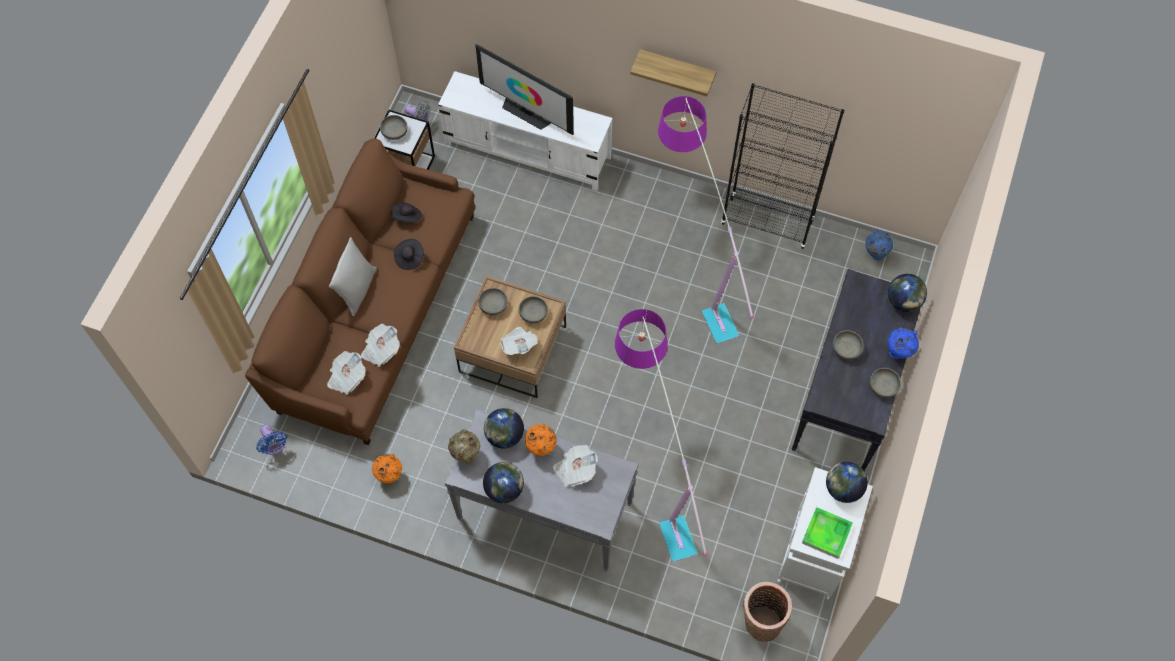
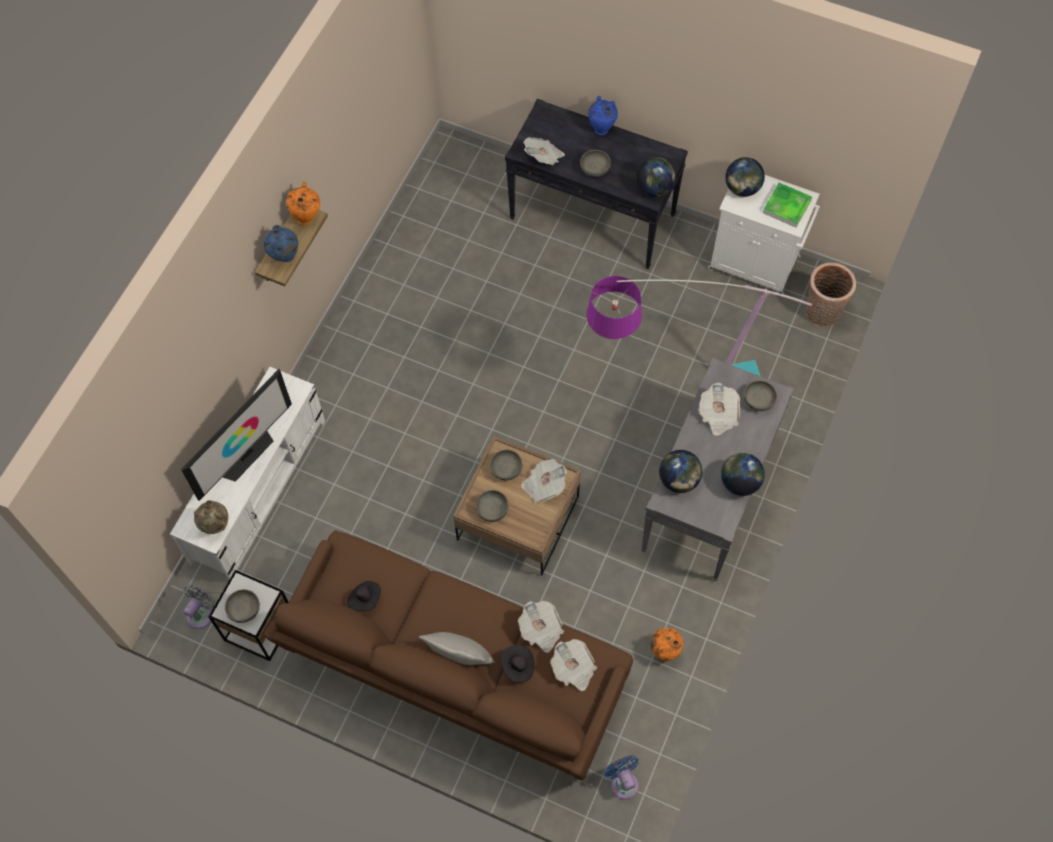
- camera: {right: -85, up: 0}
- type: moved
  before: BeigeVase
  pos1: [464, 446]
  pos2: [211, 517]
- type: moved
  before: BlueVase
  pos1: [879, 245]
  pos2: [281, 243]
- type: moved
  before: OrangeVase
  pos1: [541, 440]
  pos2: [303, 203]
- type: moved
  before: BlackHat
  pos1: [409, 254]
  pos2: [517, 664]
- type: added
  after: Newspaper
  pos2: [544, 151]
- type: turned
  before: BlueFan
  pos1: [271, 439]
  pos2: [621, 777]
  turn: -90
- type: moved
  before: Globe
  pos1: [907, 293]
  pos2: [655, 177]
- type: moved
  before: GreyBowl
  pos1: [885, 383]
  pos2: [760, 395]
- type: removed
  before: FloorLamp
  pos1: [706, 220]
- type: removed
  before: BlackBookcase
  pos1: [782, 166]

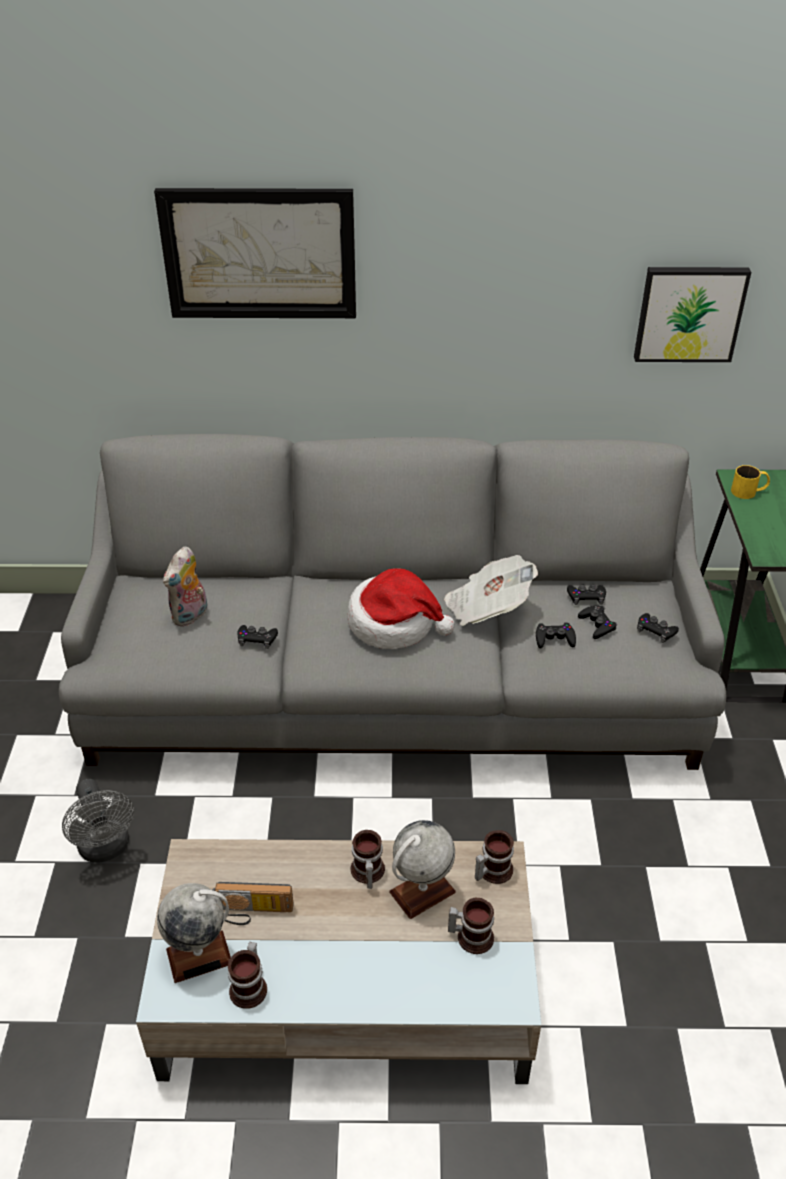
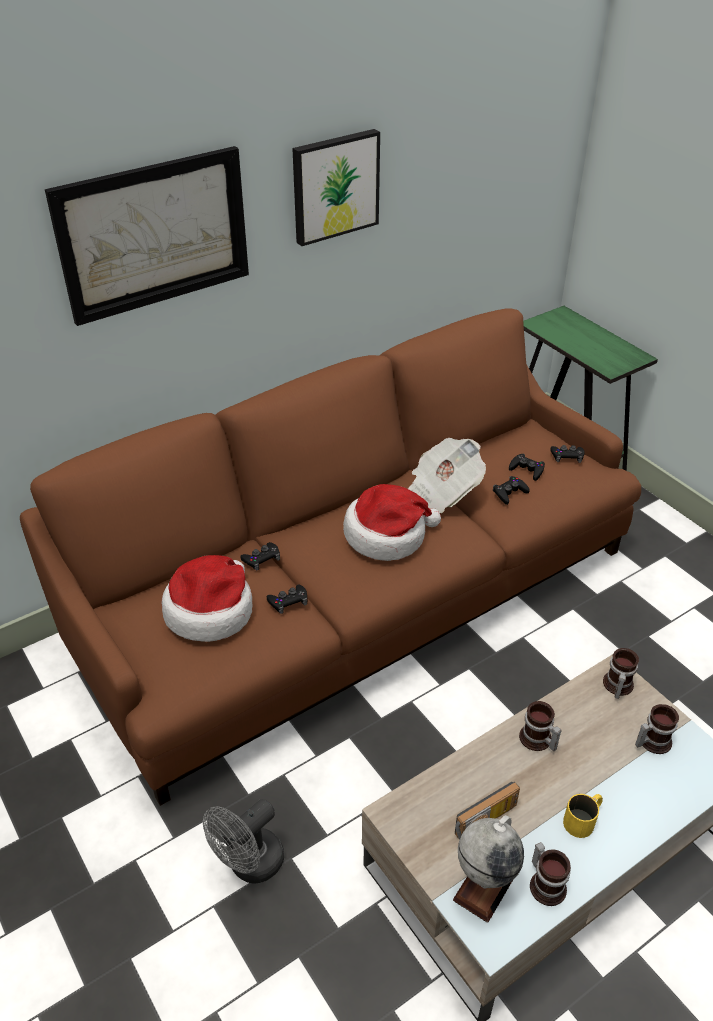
- camera: {right: -35, up: 0}
- type: recoloured
  before: GreySofa
  after: BrownSofa
  pos1: [392, 602]
  pos2: [330, 557]
- type: replaced
  before: PlushToy
  after: Hat
  pos1: [185, 586]
  pos2: [207, 598]
- type: turned
  before: GreyFan
  pos1: [98, 821]
  pos2: [243, 841]
  turn: 105
- type: moved
  before: BlackGameController
  pos1: [586, 594]
  pos2: [260, 556]
- type: moved
  before: Picture
  pos1: [692, 314]
  pos2: [336, 187]
- type: moved
  before: YellowMug
  pos1: [750, 482]
  pos2: [583, 816]
- type: removed
  before: Globe
  pos1: [422, 869]

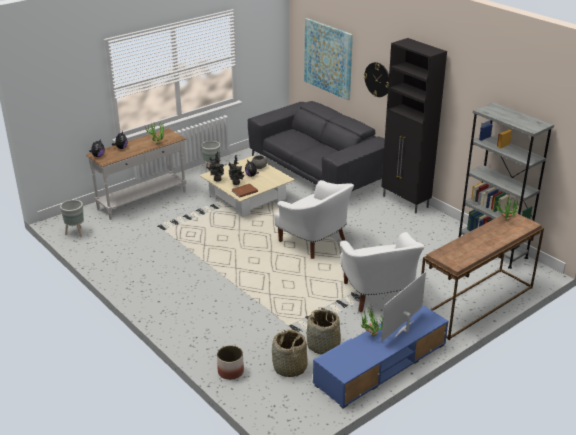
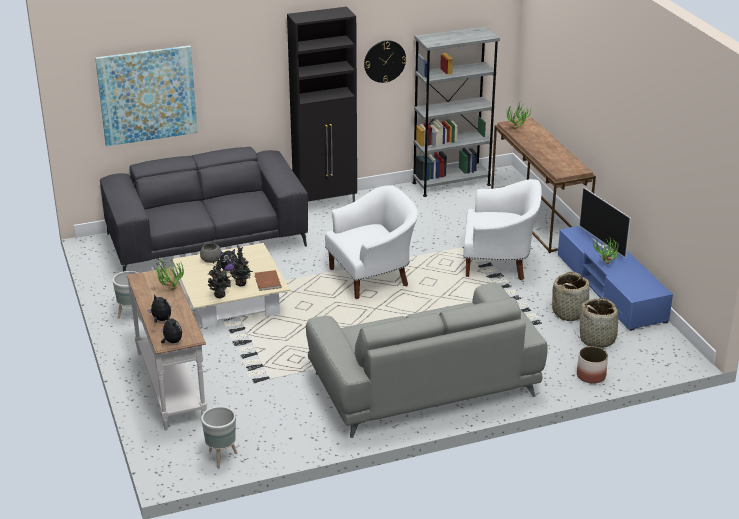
- camera: {right: -70, up: 0}
- type: added
  after: GreySofa
  pos2: [426, 360]
- type: moved
  before: WallClock
  pos1: [376, 79]
  pos2: [385, 61]

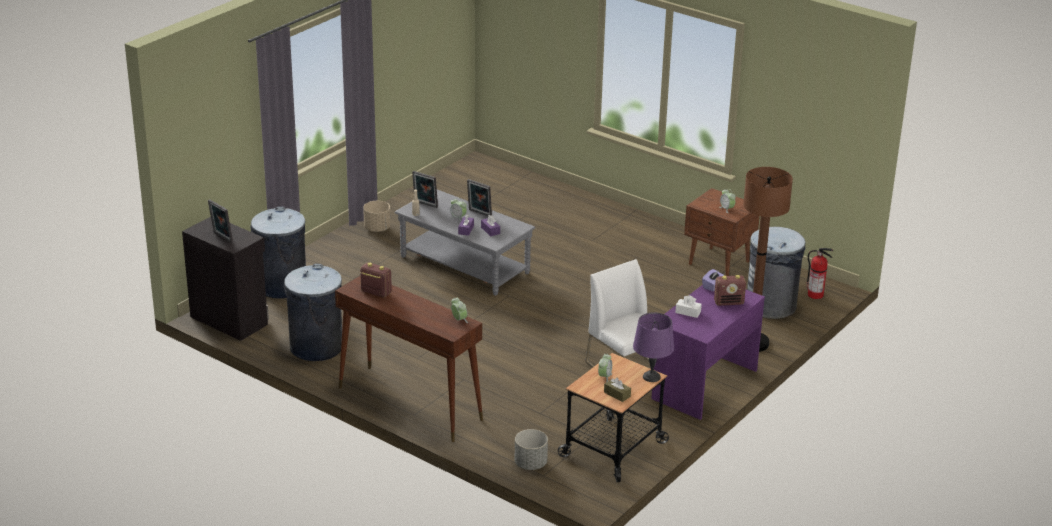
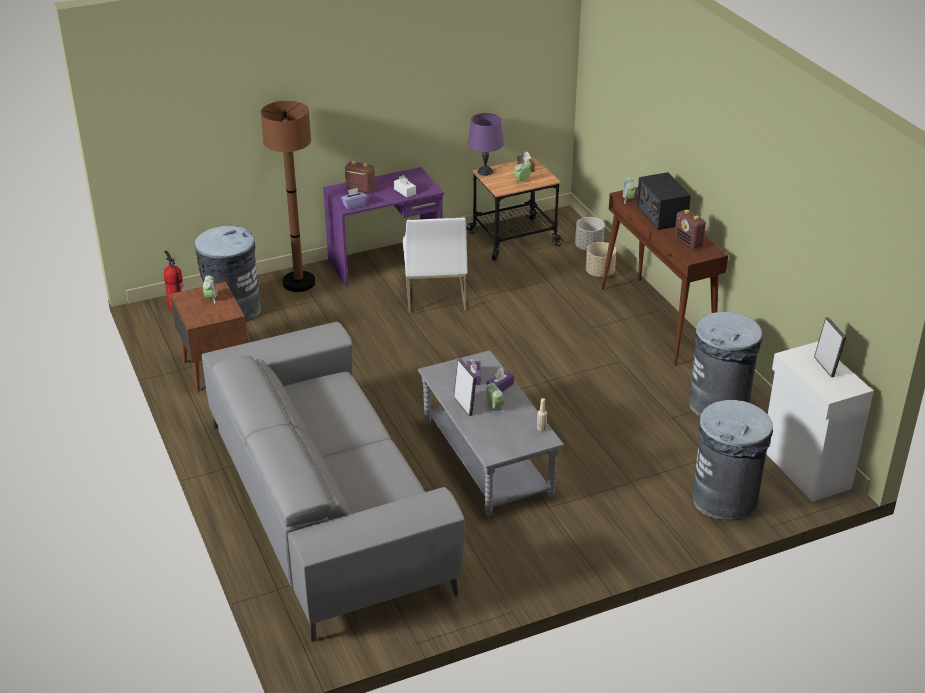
- camera: {right: -150, up: 5}
- type: added
  after: GreySofa
  pos2: [333, 482]
- type: moved
  before: BeigePlanter
  pos1: [377, 216]
  pos2: [601, 259]
- type: added
  after: Radio
  pos2: [664, 201]
- type: recoloured
  before: BlackCabinet
  after: WhiteCabinet
  pos1: [225, 279]
  pos2: [820, 421]
- type: removed
  before: PictureFrame
  pos1: [425, 189]

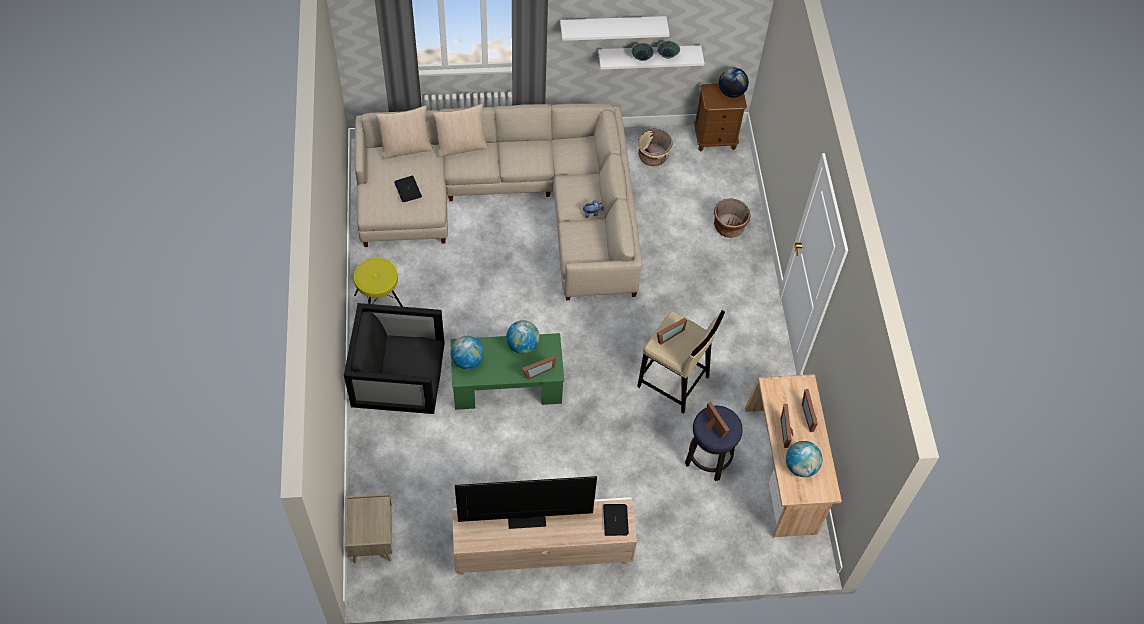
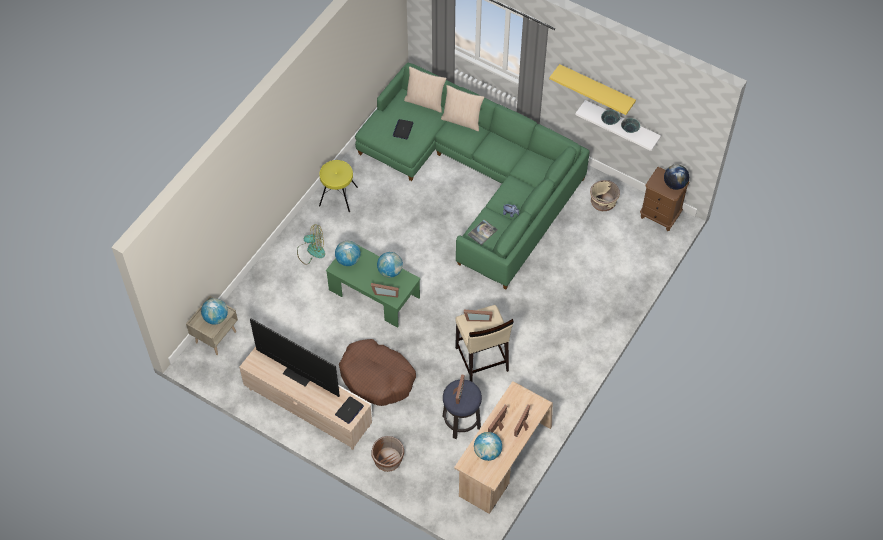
- camera: {right: 40, up: 0}
- type: added
  after: Globe
  pos2: [214, 311]
- type: replaced
  before: BlackArmchair
  after: Fan
  pos1: [394, 358]
  pos2: [311, 244]
- type: added
  after: BrownDogBed
  pos2: [377, 372]
- type: recoloured
  before: BeigeSofa
  after: GreenSofa
  pos1: [498, 202]
  pos2: [472, 175]
- type: moved
  before: BrownPlanter
  pos1: [732, 218]
  pos2: [387, 454]
- type: added
  after: Book
  pos2: [483, 232]
- type: recoloured
  before: WhiteShelf
  after: YellowShelf
  pos1: [615, 28]
  pos2: [592, 89]

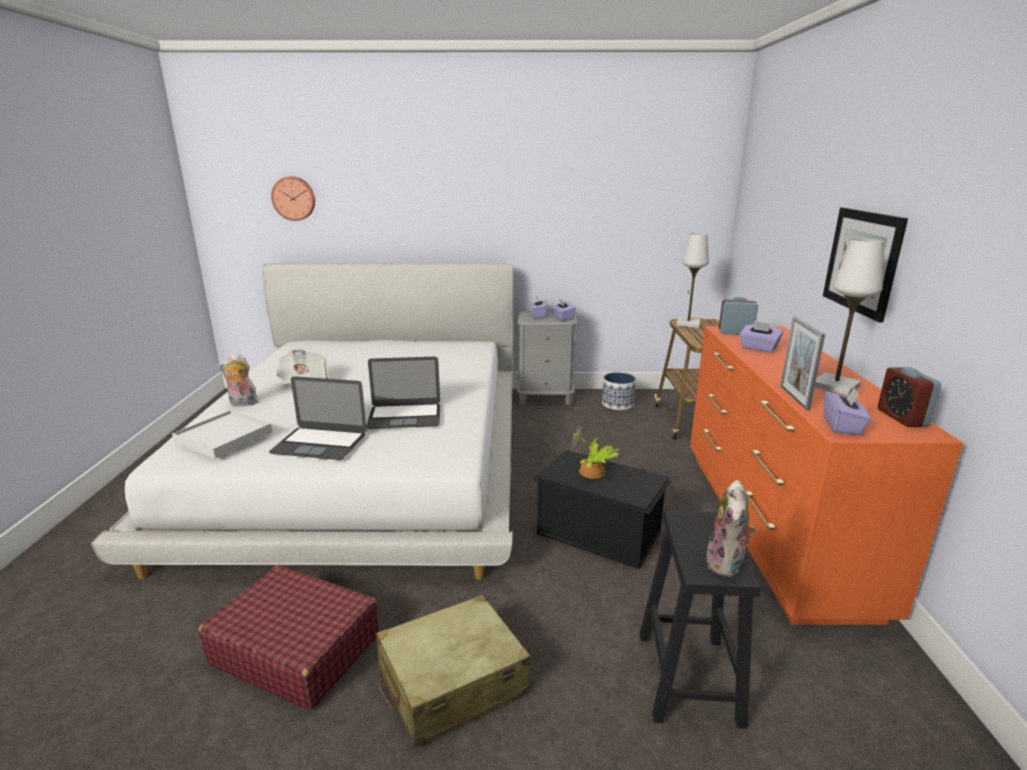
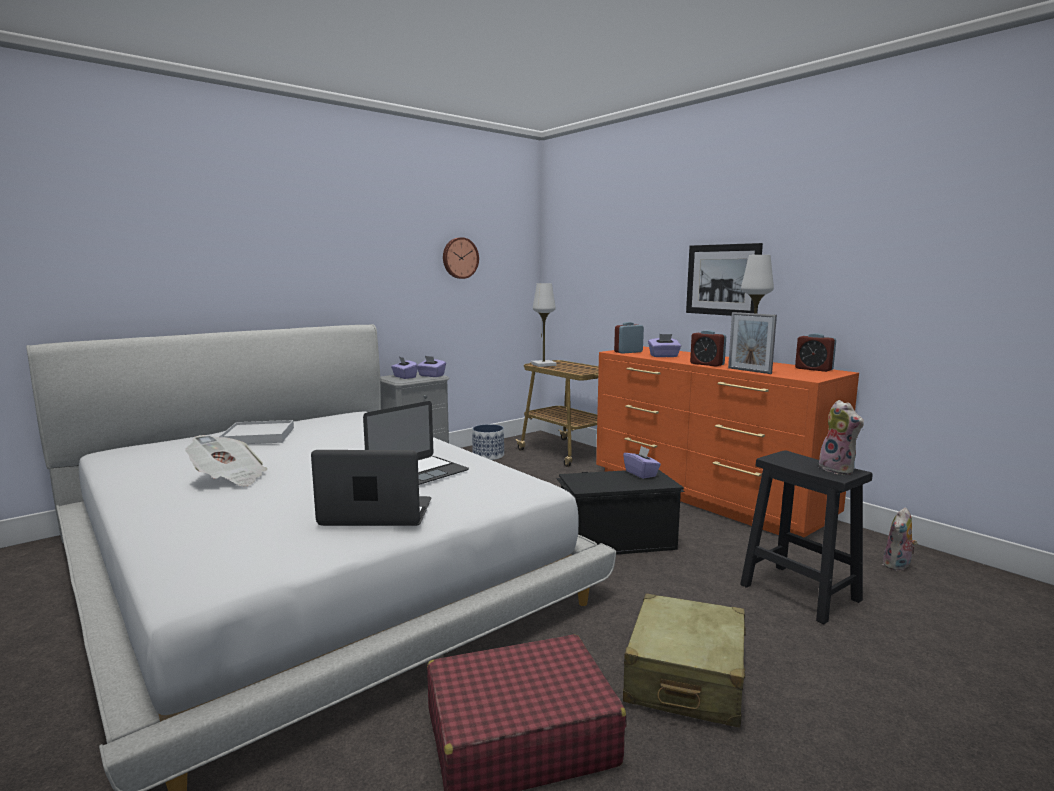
- camera: {right: -40, up: -10}
- type: moved
  before: WhiteTray
  pos1: [222, 434]
  pos2: [256, 432]
- type: turned
  before: Laptop
  pos1: [318, 418]
  pos2: [371, 488]
  turn: -150
- type: moved
  before: WallClock
  pos1: [293, 199]
  pos2: [461, 258]
- type: moved
  before: PurpleTissueBox
  pos1: [847, 411]
  pos2: [642, 462]
- type: added
  after: AlarmClock
  pos2: [708, 348]
- type: moved
  before: PlushToy
  pos1: [238, 379]
  pos2: [900, 539]
- type: removed
  before: PottedPlant
  pos1: [595, 451]

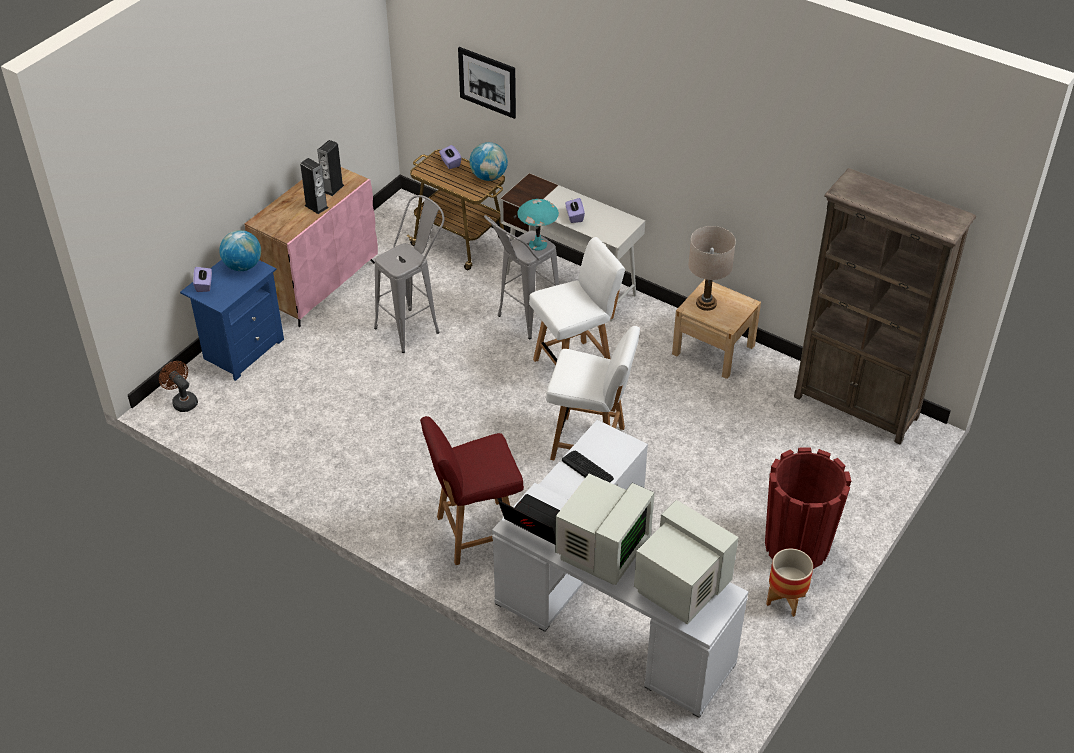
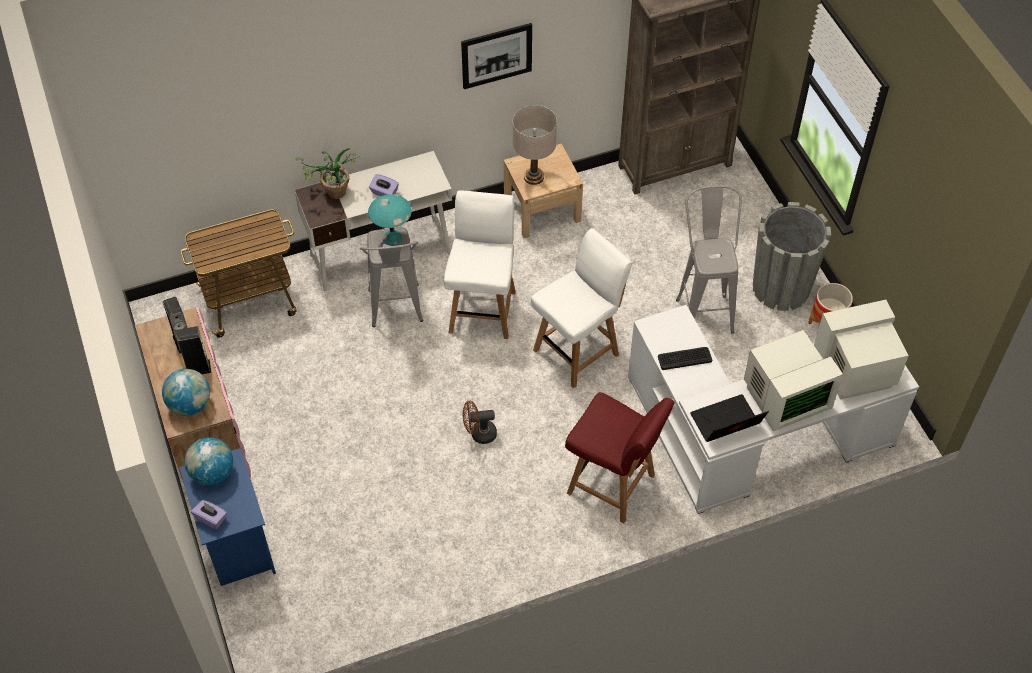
- camera: {right: -55, up: 10}
- type: moved
  before: Globe
  pos1: [488, 161]
  pos2: [186, 392]
- type: added
  after: PottedPlant
  pos2: [328, 173]
- type: moved
  before: Picture
  pos1: [487, 83]
  pos2: [496, 56]
- type: moved
  before: BrownFan
  pos1: [178, 386]
  pos2: [480, 422]
- type: turned
  before: RedChair
  pos1: [472, 490]
  pos2: [620, 457]
  turn: -75
- type: moved
  before: GreyStool
  pos1: [409, 274]
  pos2: [709, 259]
- type: turned
  before: Monitor
  pos1: [605, 529]
  pos2: [793, 380]
  turn: 90
- type: recoloured
  before: RedPlanter
  after: GreyPlanter
  pos1: [808, 508]
  pos2: [792, 256]
- type: removed
  before: PurpleTissueBox
  pos1: [450, 157]

